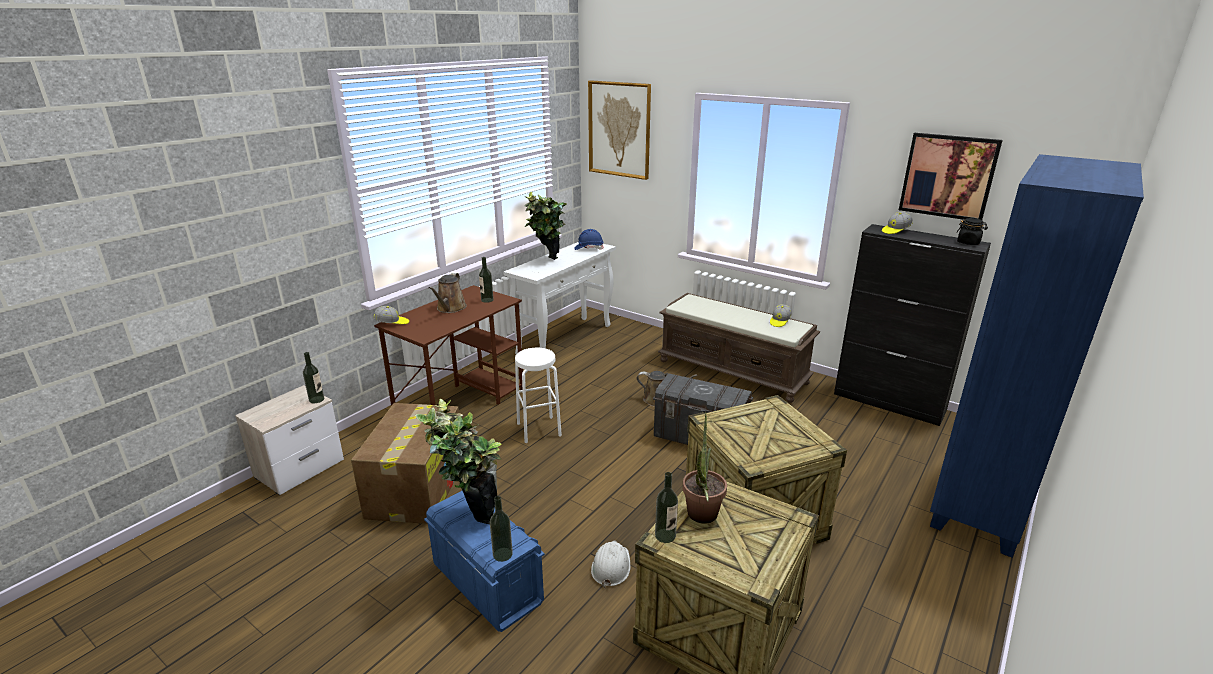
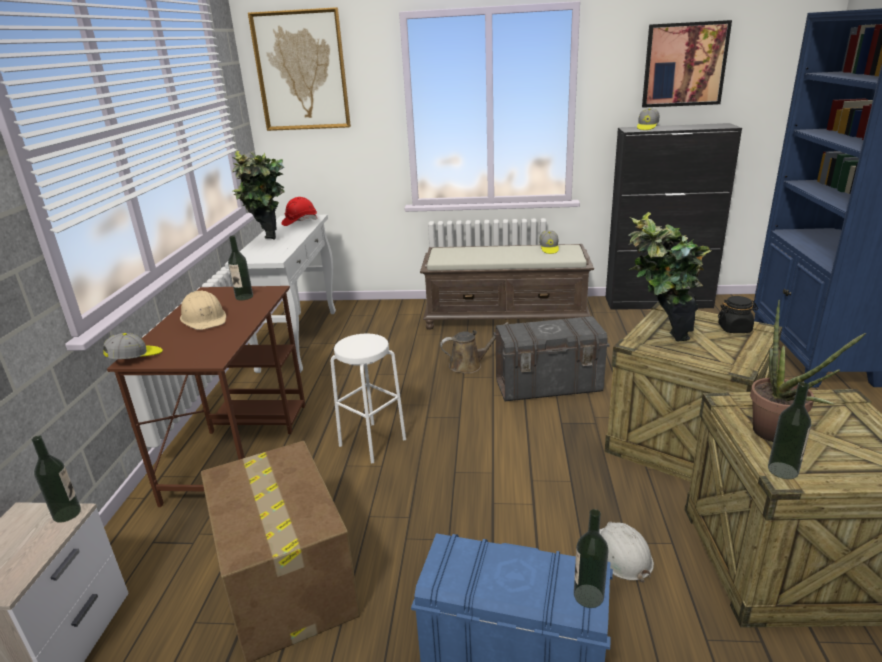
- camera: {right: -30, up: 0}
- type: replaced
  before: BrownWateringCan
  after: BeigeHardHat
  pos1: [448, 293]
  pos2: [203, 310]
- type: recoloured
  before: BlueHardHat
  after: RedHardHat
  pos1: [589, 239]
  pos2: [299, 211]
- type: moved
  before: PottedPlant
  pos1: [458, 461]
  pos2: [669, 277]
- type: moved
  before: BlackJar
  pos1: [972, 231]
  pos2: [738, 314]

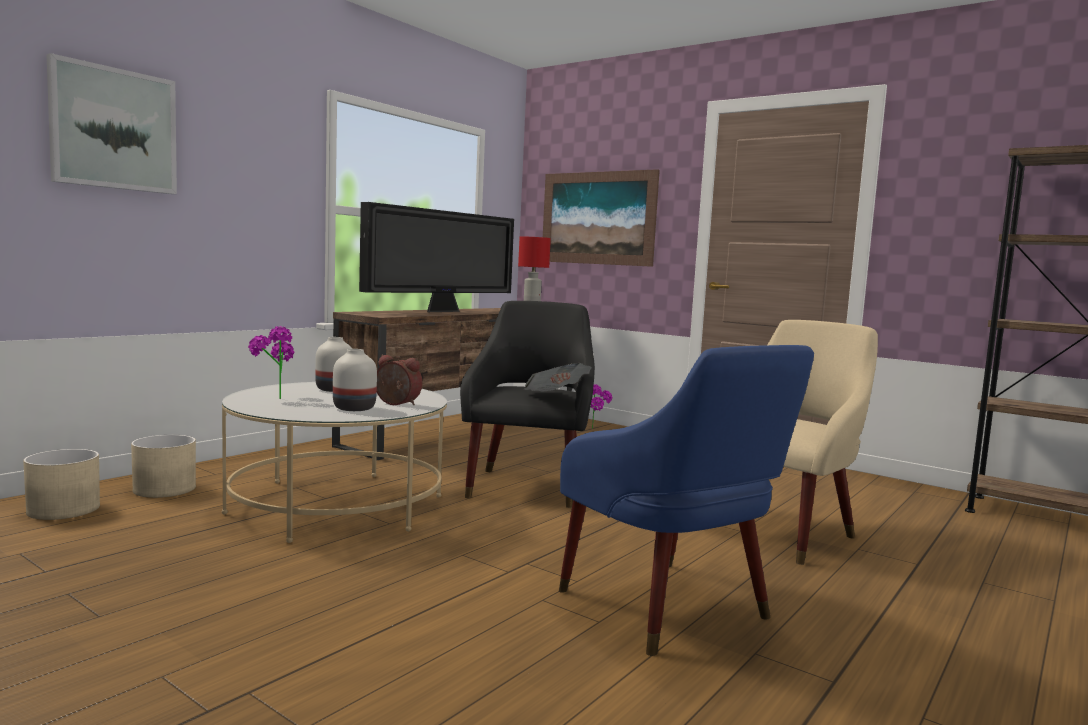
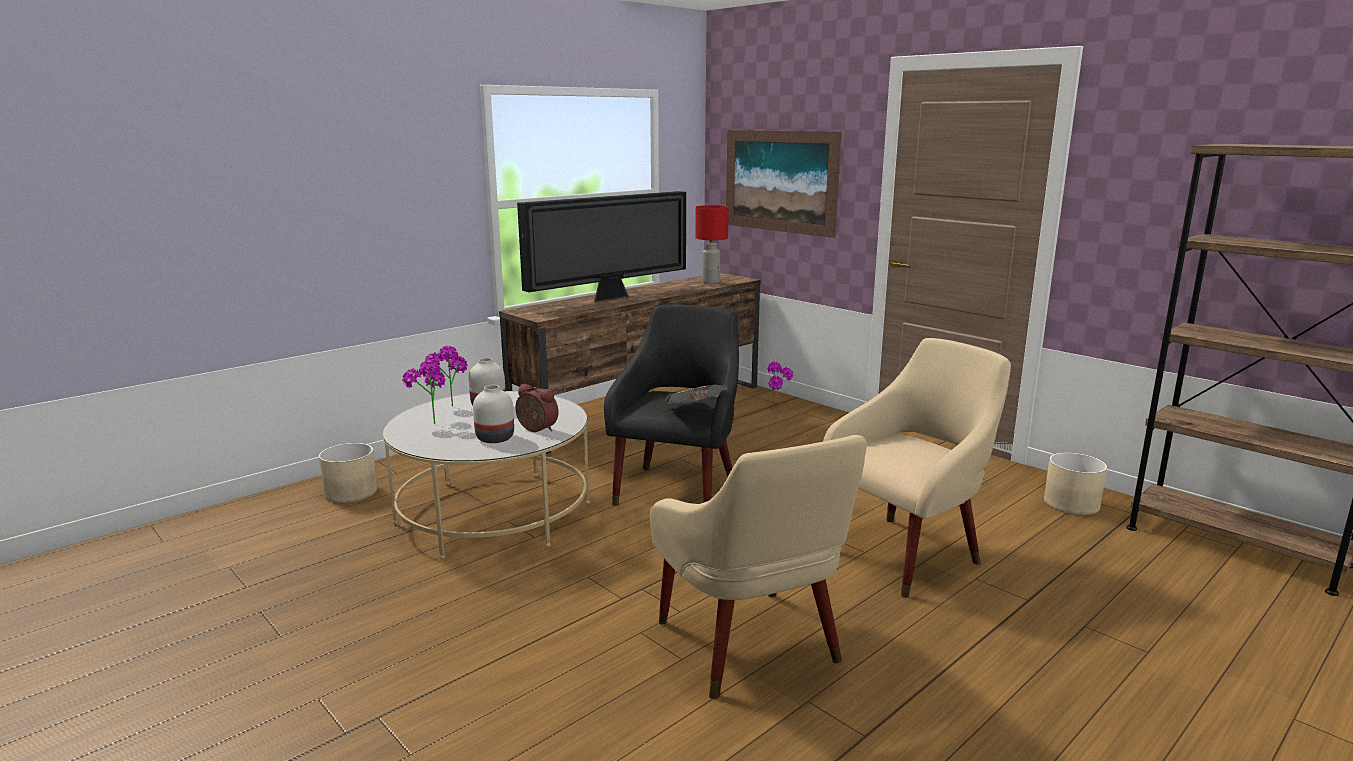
- camera: {right: 10, up: 10}
- type: added
  after: PottedPlant
  pos2: [446, 376]
- type: recoloured
  before: BlueArmchair
  after: BeigeArmchair
  pos1: [686, 500]
  pos2: [758, 567]
- type: moved
  before: BeigePlanter
  pos1: [61, 484]
  pos2: [1075, 483]
- type: removed
  before: Picture
  pos1: [111, 123]

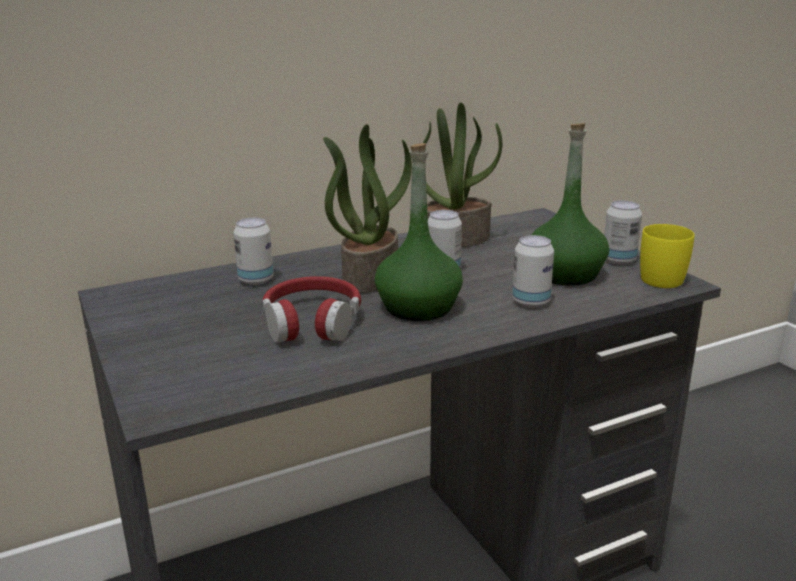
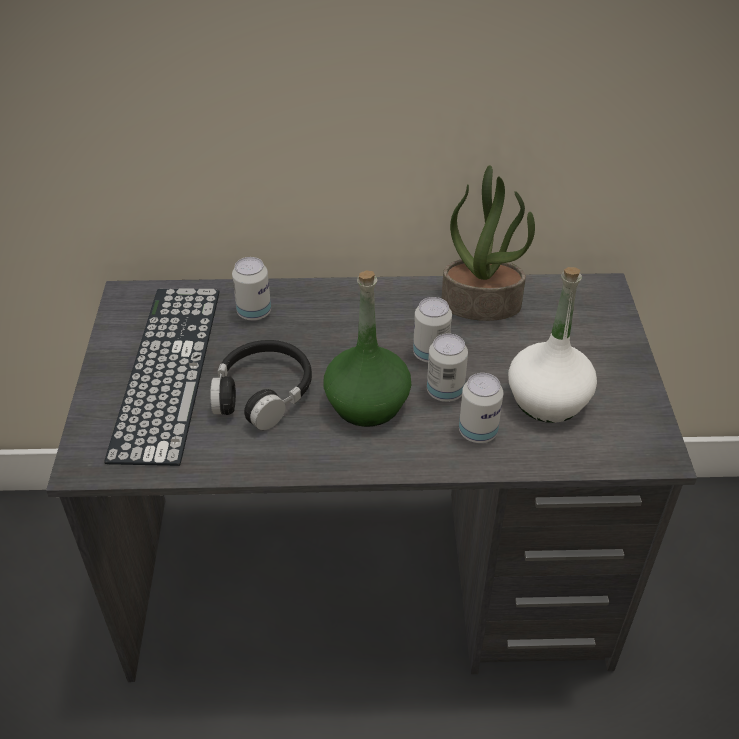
- camera: {right: 25, up: 20}
- type: added
  after: Keyboard
  pos2: [162, 377]
- type: recoloured
  before: RedHeadphones
  after: BlackHeadphones
  pos1: [311, 309]
  pos2: [261, 385]
- type: moved
  before: Can
  pos1: [623, 233]
  pos2: [447, 367]
- type: recoloured
  before: GreenBottle
  after: WhiteBottle
  pos1: [570, 204]
  pos2: [552, 345]
- type: removed
  before: PottedPlant
  pos1: [367, 208]
- type: removed
  before: YellowMug
  pos1: [667, 256]

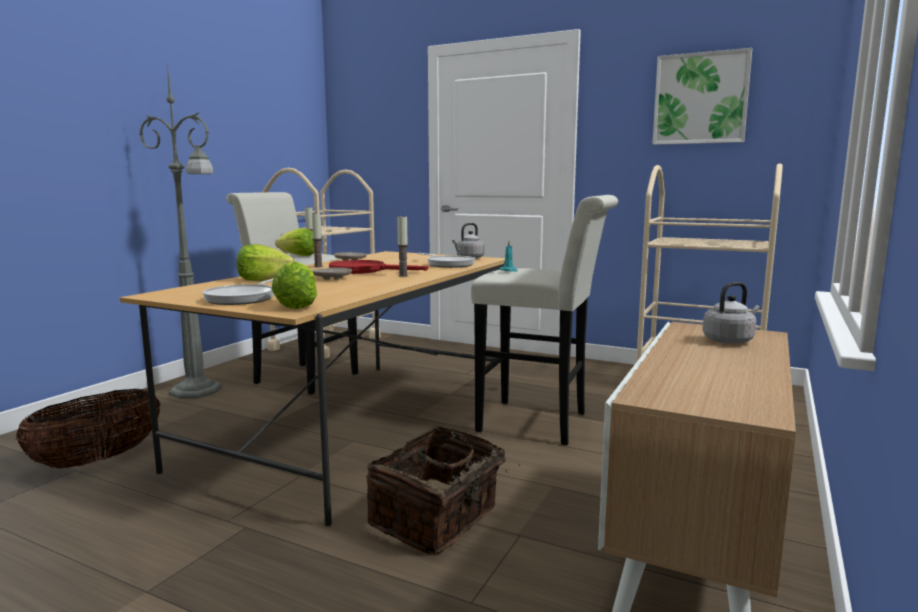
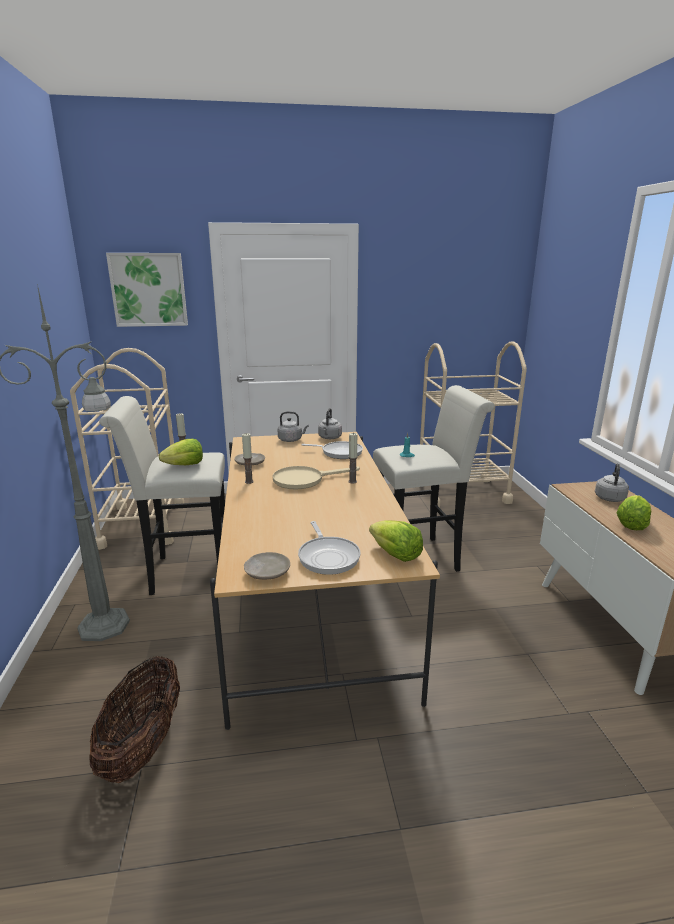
- camera: {right: -35, up: 10}
- type: moved
  before: Picture
  pos1: [702, 96]
  pos2: [147, 290]
- type: moved
  before: BeigePlate
  pos1: [332, 273]
  pos2: [267, 566]
- type: recoloured
  before: RedFryingPan
  after: BeigeFryingPan
  pos1: [378, 267]
  pos2: [316, 478]
- type: added
  after: GreyKettle
  pos2: [293, 426]
- type: moved
  before: Lettuce
  pos1: [266, 262]
  pos2: [634, 512]
- type: removed
  before: Basket
  pos1: [443, 491]

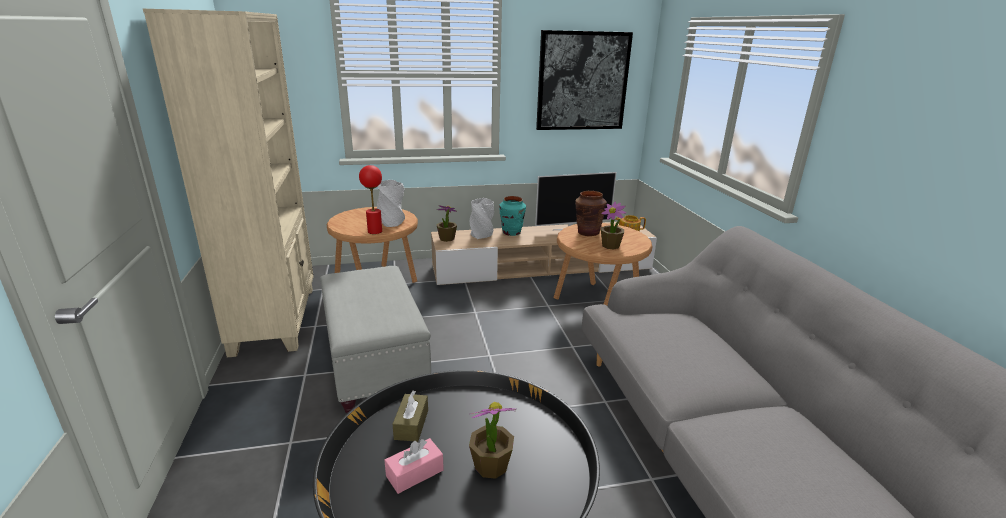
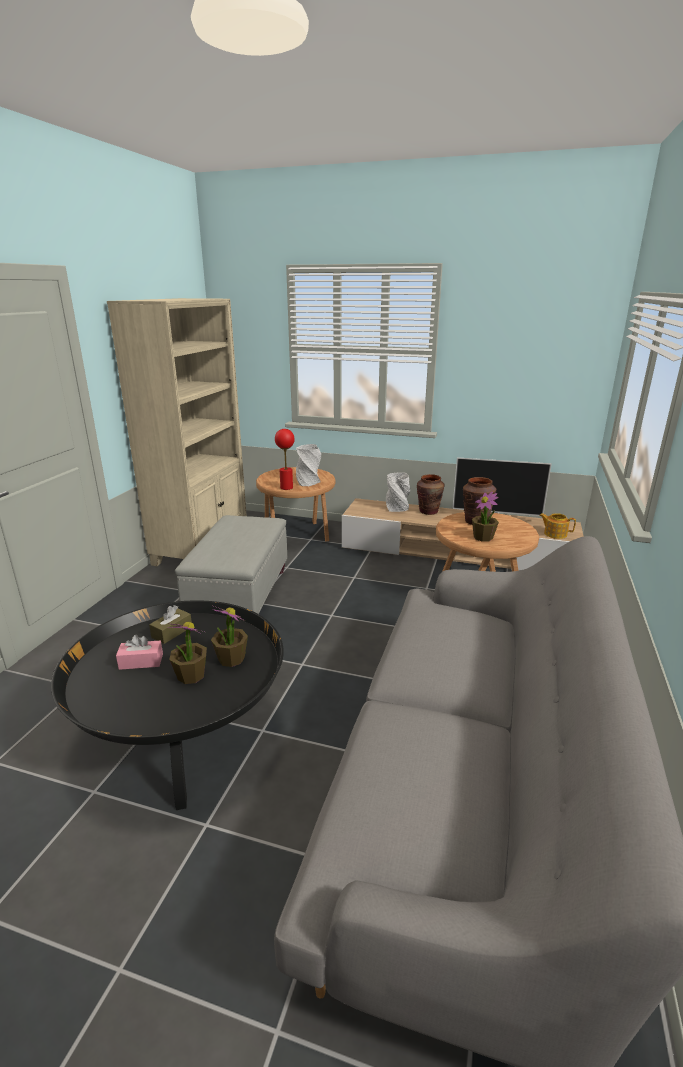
- camera: {right: 30, up: 0}
- type: moved
  before: PottedPlant
  pos1: [446, 223]
  pos2: [229, 636]
- type: recoloured
  before: TurquoiseVase
  after: BrownVase
  pos1: [512, 216]
  pos2: [431, 494]
- type: removed
  before: Picture
  pos1: [584, 80]

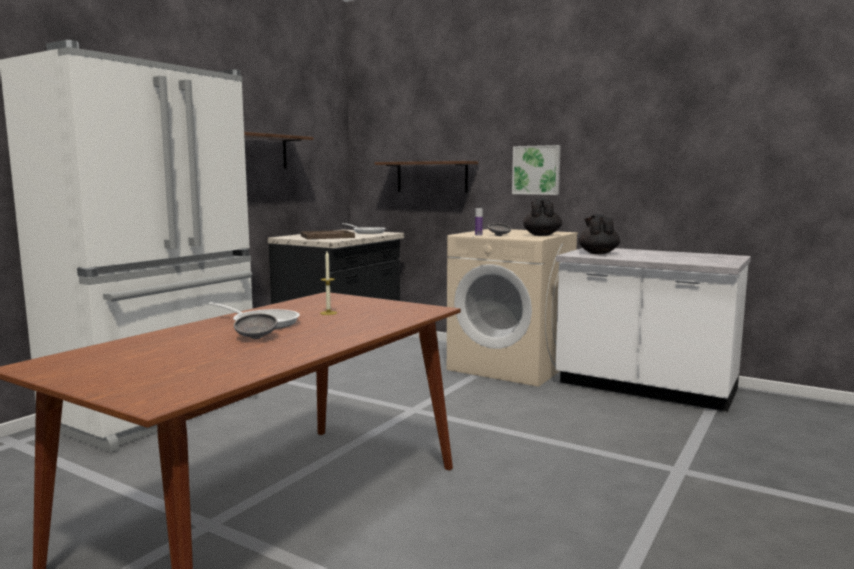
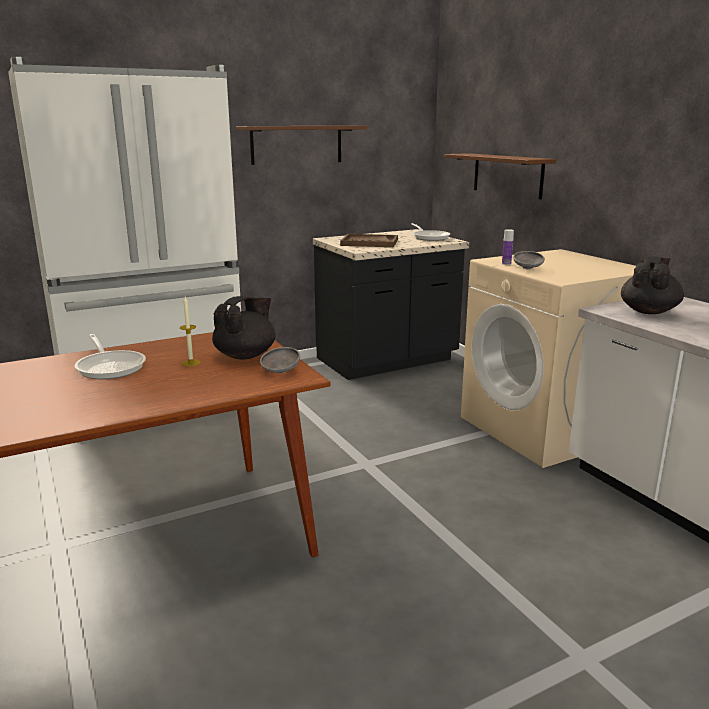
- camera: {right: 30, up: 10}
- type: moved
  before: BlackTeapot
  pos1: [542, 217]
  pos2: [244, 327]
- type: moved
  before: GreyBowl
  pos1: [256, 326]
  pos2: [280, 360]
- type: removed
  before: Picture
  pos1: [536, 170]

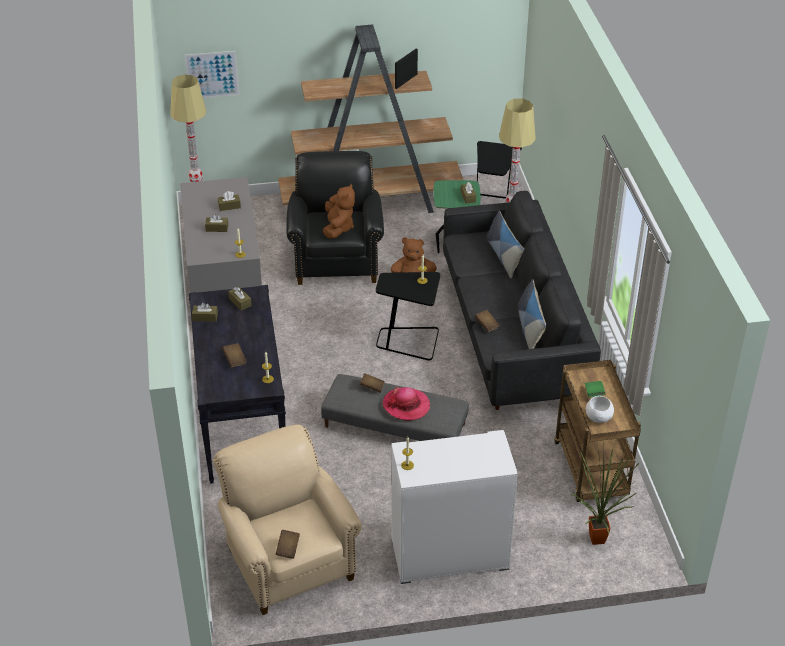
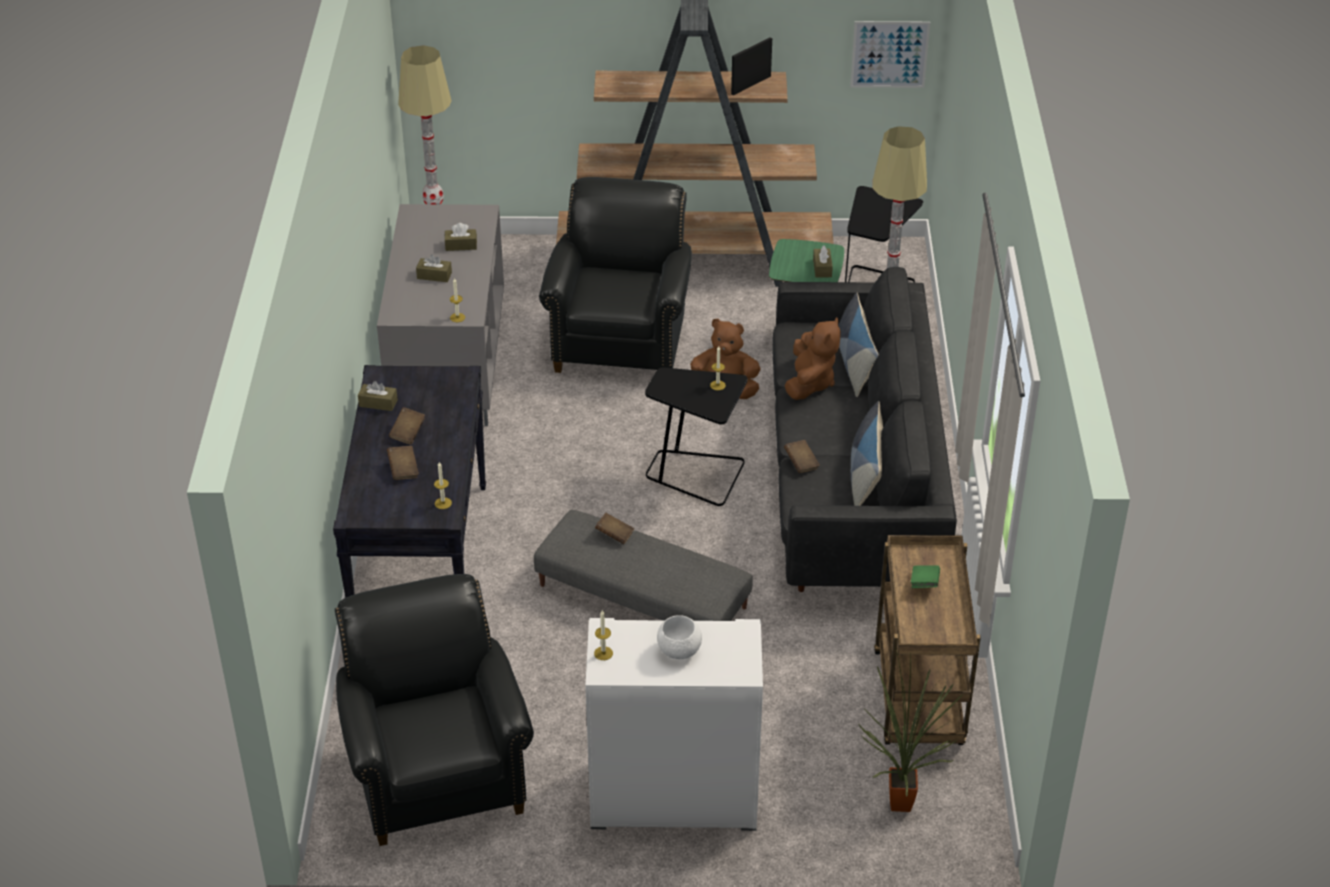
- camera: {right: 10, up: 0}
- type: recoloured
  before: BeigeArmchair
  after: BlackArmchair
  pos1: [287, 519]
  pos2: [434, 710]
- type: moved
  before: BrownBook
  pos1: [288, 544]
  pos2: [407, 426]
- type: moved
  before: WhiteBowl
  pos1: [600, 409]
  pos2: [679, 637]
- type: moved
  before: BrownPlushToy
  pos1: [339, 211]
  pos2: [812, 358]
- type: moved
  before: Picture
  pos1: [212, 74]
  pos2: [890, 54]
- type: removed
  before: BrownTissueBox
  pos1: [240, 299]
- type: removed
  before: Hat
  pos1: [406, 404]

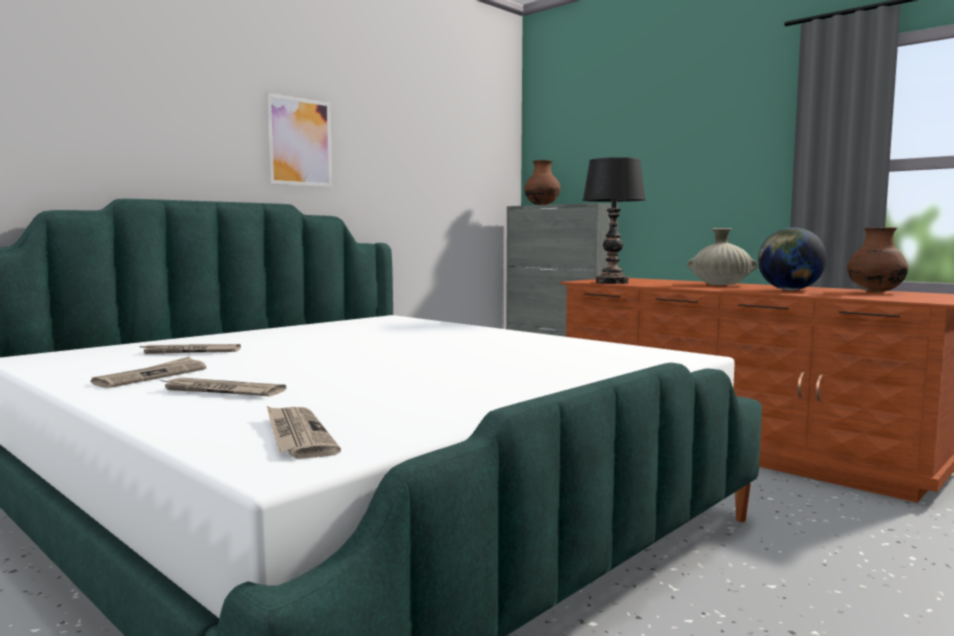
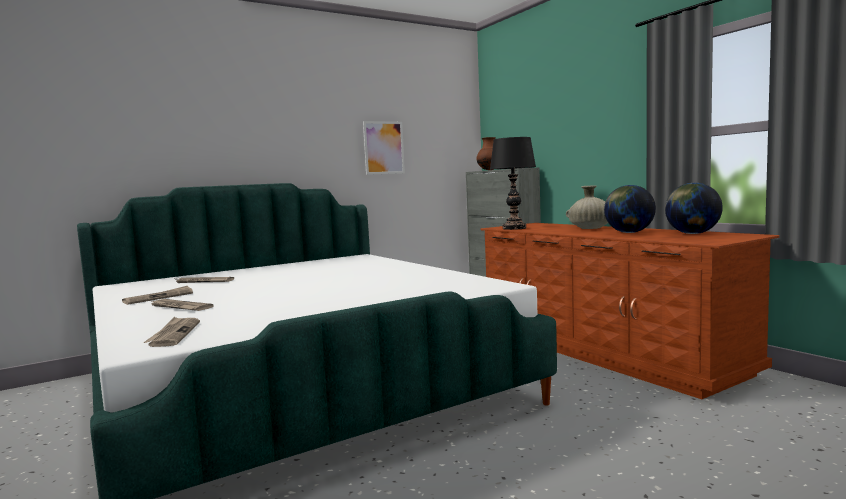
- camera: {right: 15, up: 0}
- type: moved
  before: Picture
  pos1: [299, 140]
  pos2: [384, 148]
- type: replaced
  before: BrownVase
  after: Globe
  pos1: [878, 260]
  pos2: [694, 208]

